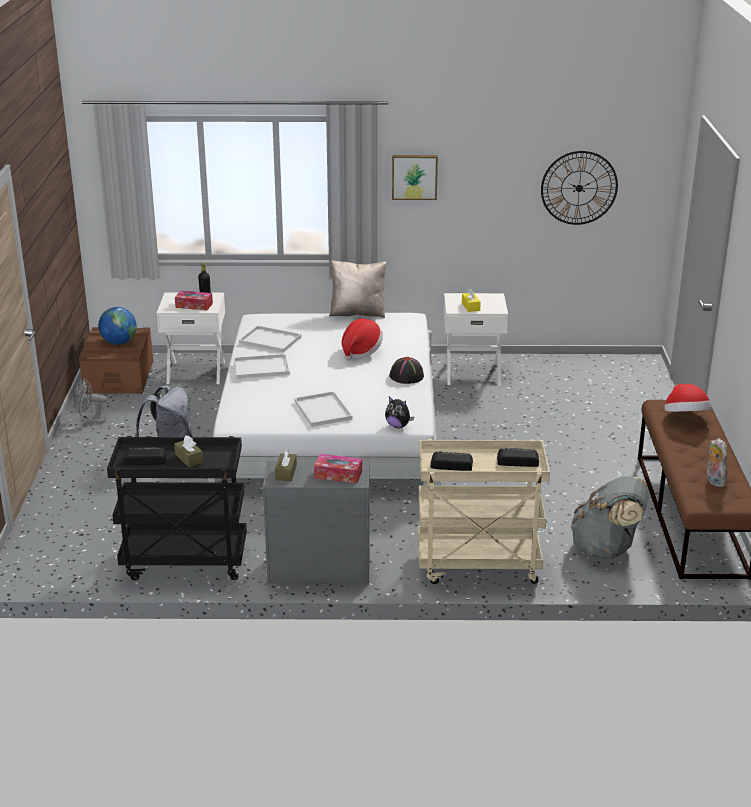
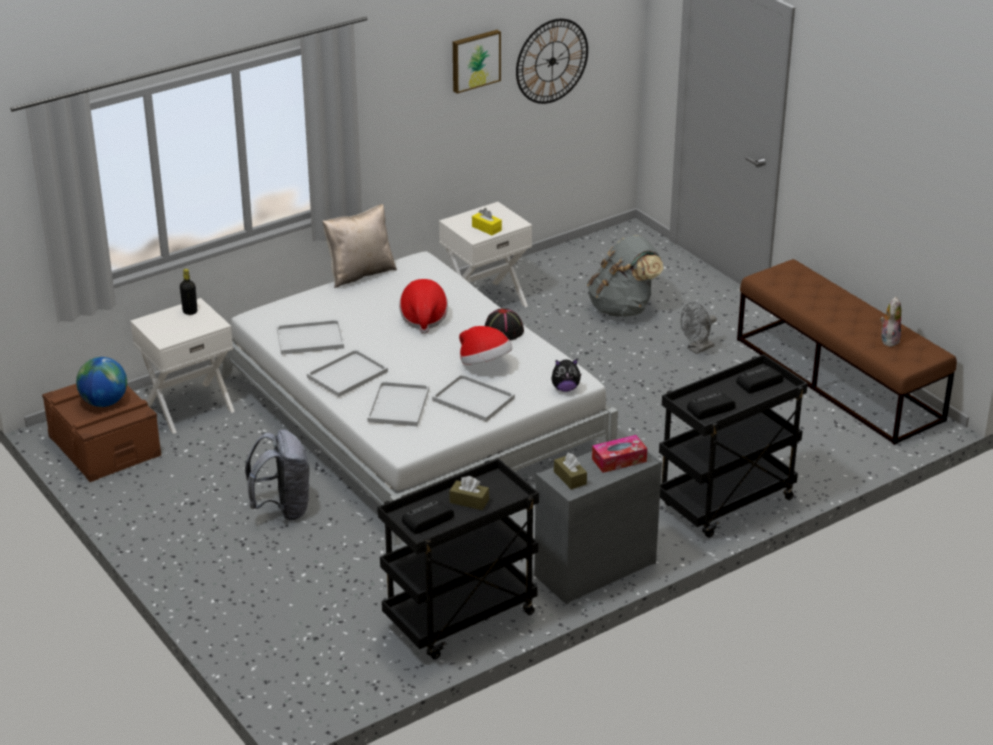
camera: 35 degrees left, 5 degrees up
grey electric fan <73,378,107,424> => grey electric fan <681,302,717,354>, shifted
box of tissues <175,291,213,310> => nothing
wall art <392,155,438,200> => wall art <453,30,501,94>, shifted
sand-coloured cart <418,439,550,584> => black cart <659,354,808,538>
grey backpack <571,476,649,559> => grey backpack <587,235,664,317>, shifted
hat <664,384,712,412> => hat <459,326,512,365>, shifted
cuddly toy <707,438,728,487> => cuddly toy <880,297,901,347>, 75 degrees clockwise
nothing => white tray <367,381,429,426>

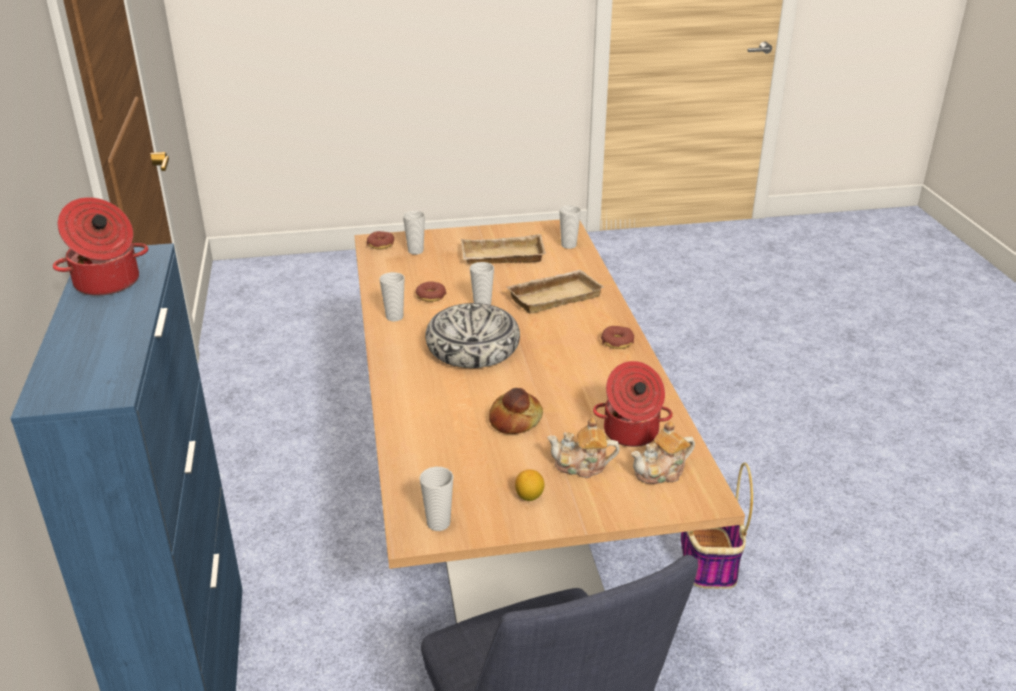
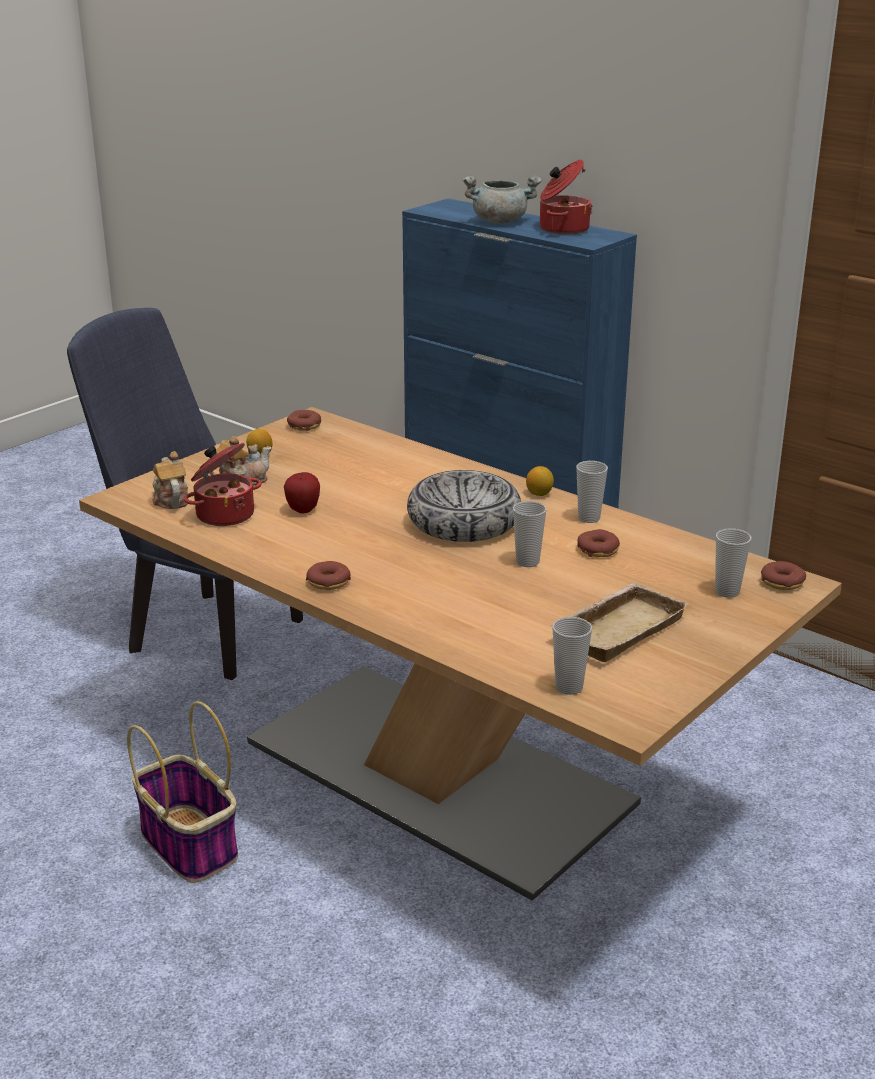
camera: 140 degrees right, 5 degrees down
small cup <419,467,453,531> => donut <287,410,321,431>
bread <489,388,543,434> => nothing
sand-coloured tray <506,270,604,314> => nothing
teapot <631,421,695,484> => teapot <152,451,188,509>, 45 degrees counterclockwise
nothing => apple fruit <284,472,320,514>
nothing => grey stockpot <463,175,542,224>
nothing => citrus fruit <526,466,554,496>

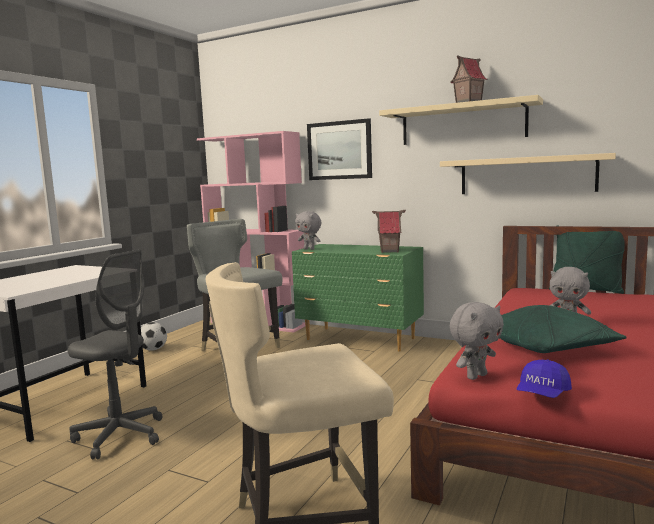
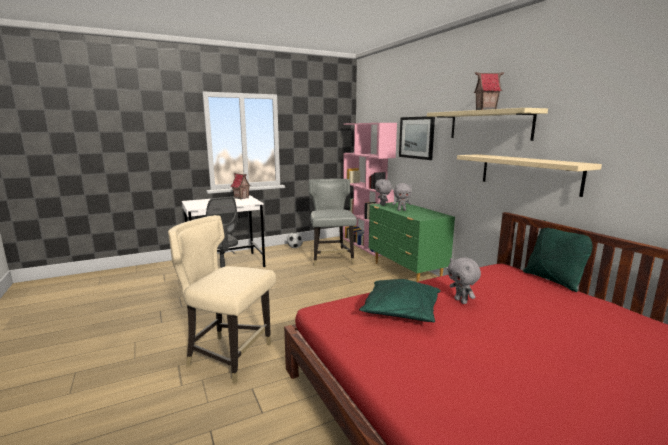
camera: 35 degrees right, 5 degrees up
model house <372,210,406,253> => model house <231,173,251,199>, shifted
grey cuddly toy <450,302,504,380> => grey cuddly toy <392,183,412,211>, shifted
bluish peaked cap <517,360,572,398> => nothing

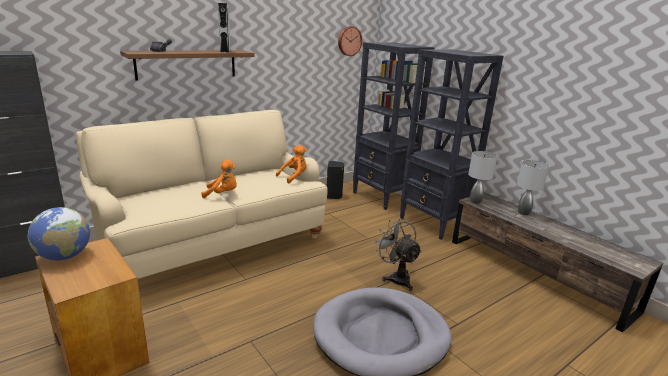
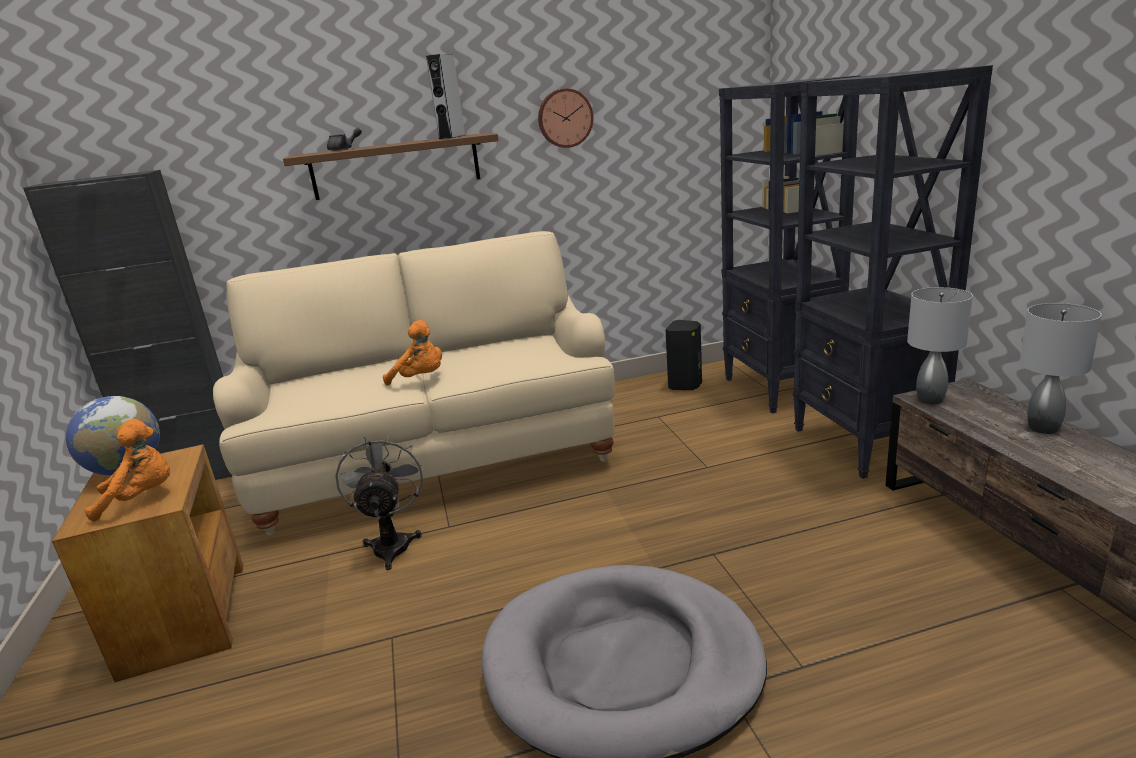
camera: 25 degrees right, 0 degrees up
orange cuddly toy <276,145,307,184> => orange cuddly toy <84,419,170,522>, shifted
clock on the wall <338,26,362,56> => clock on the wall <538,88,593,148>, shifted
grey electric fan <374,218,422,291> => grey electric fan <335,434,423,570>, shifted

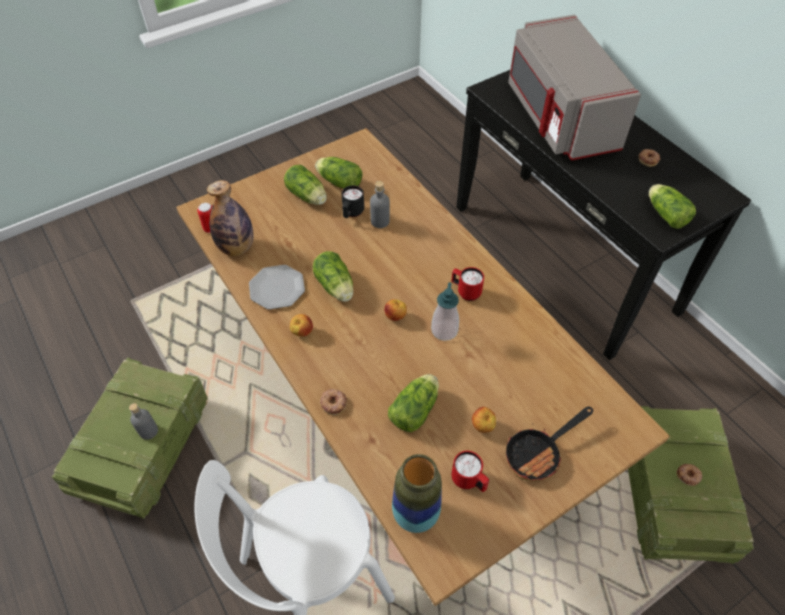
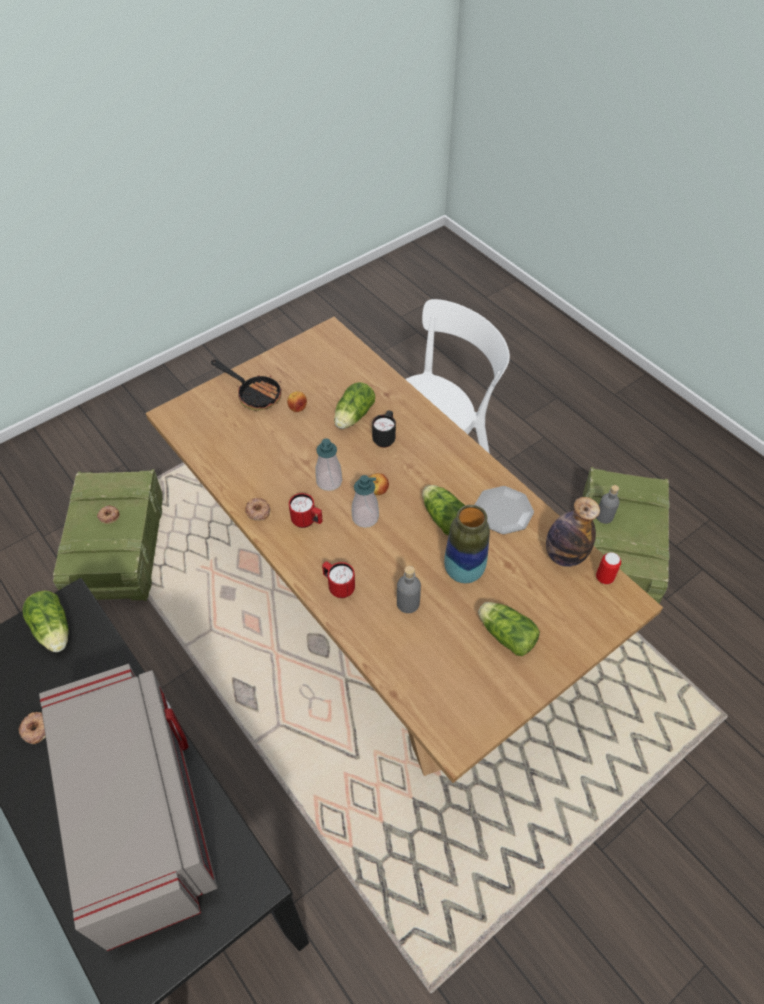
camera: 175 degrees right, 0 degrees up
apple fruit <290,314,313,337> => nothing
head of lettuce <315,157,363,189> => nothing
donut <320,389,347,416> => donut <245,498,270,521>, shifted
black tea mug <341,185,364,218> => black tea mug <372,410,396,448>, shifted
decorative vase <392,454,442,533> => decorative vase <444,505,490,583>, shifted
reddish tea mug <452,451,489,492> => reddish tea mug <322,561,355,598>, shifted
skillet <506,406,593,481> => skillet <211,359,282,411>, 75 degrees clockwise
nothing => soap dispenser <352,475,379,528>

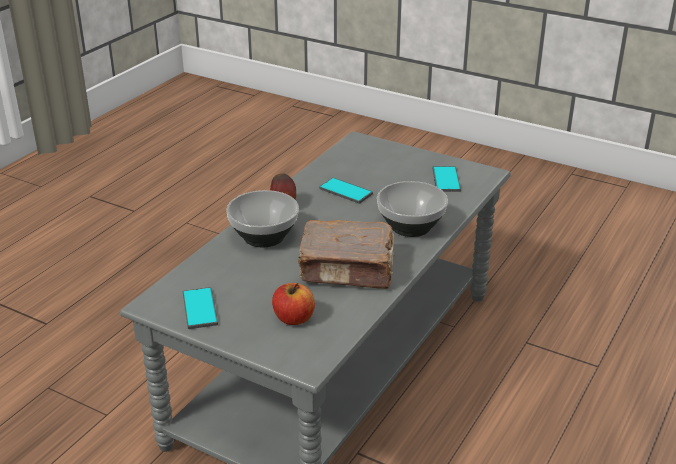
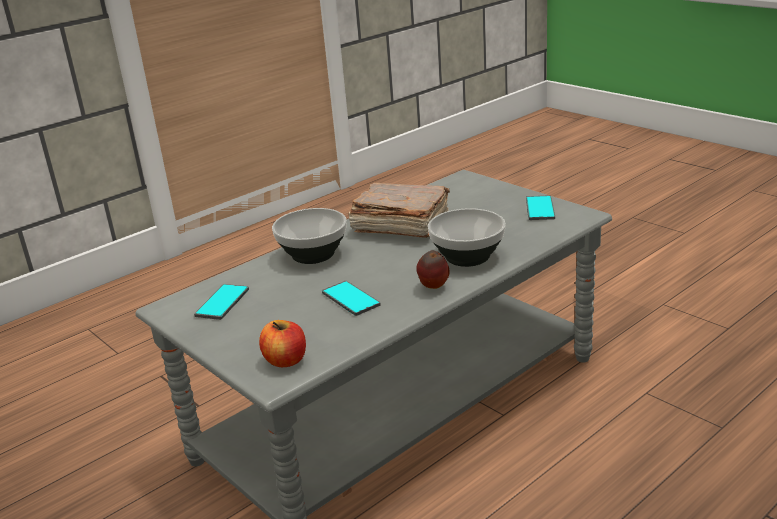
camera: 160 degrees left, 5 degrees down
apple fruit <272,283,315,325> => apple fruit <259,320,306,367>, shifted

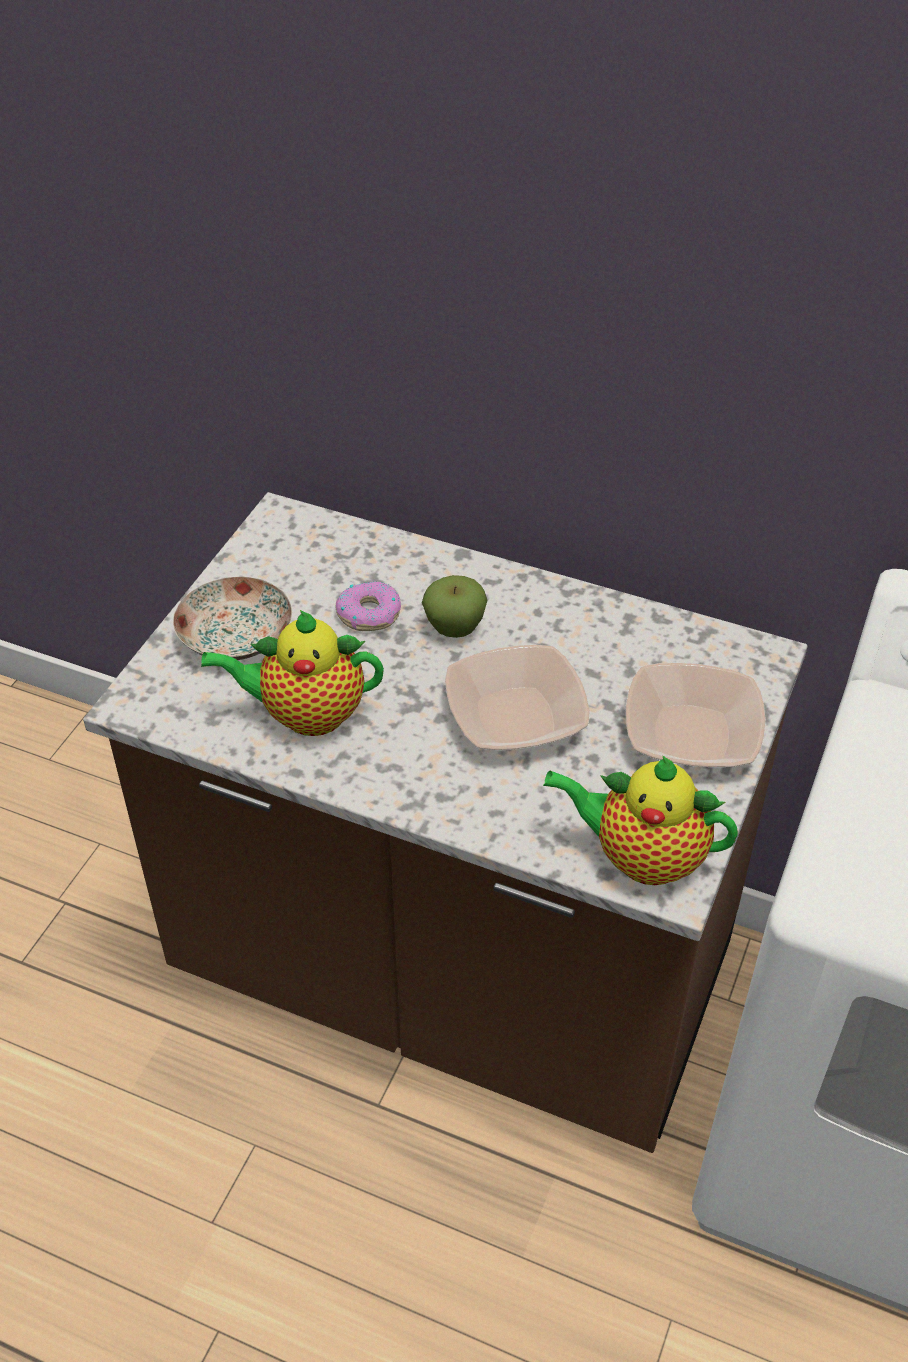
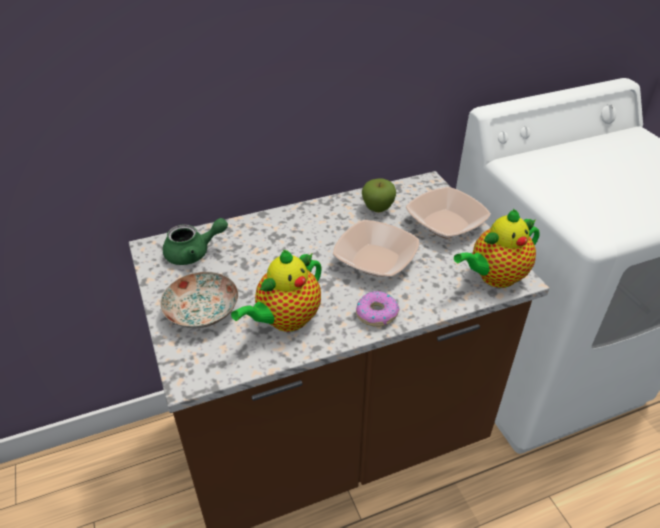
camera: 45 degrees left, 5 degrees down
donut <335,581,401,631> => donut <356,291,400,327>, shifted
apple fruit <422,575,488,638> => apple fruit <362,179,396,212>, shifted
nothing => green-coloured teapot <163,218,228,265>

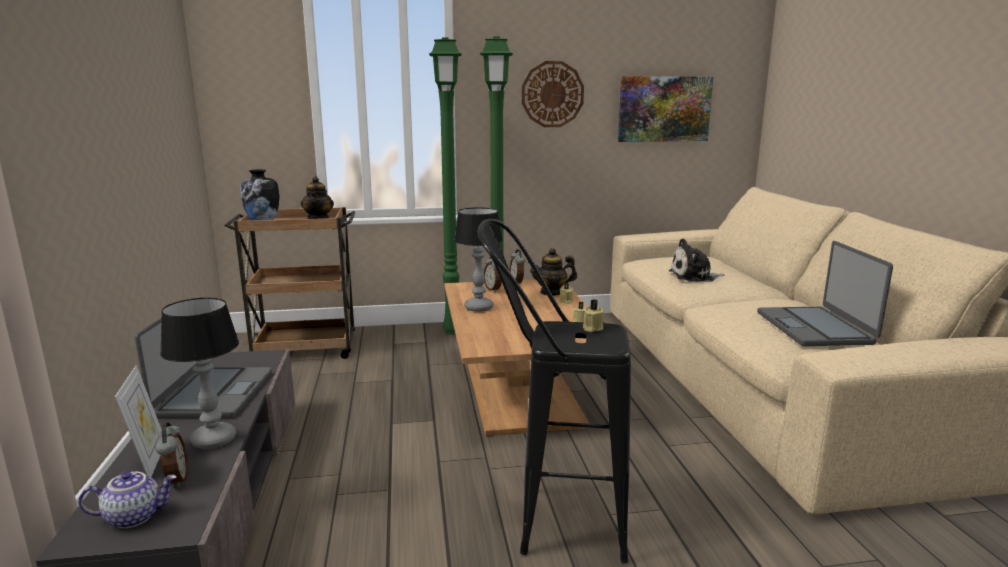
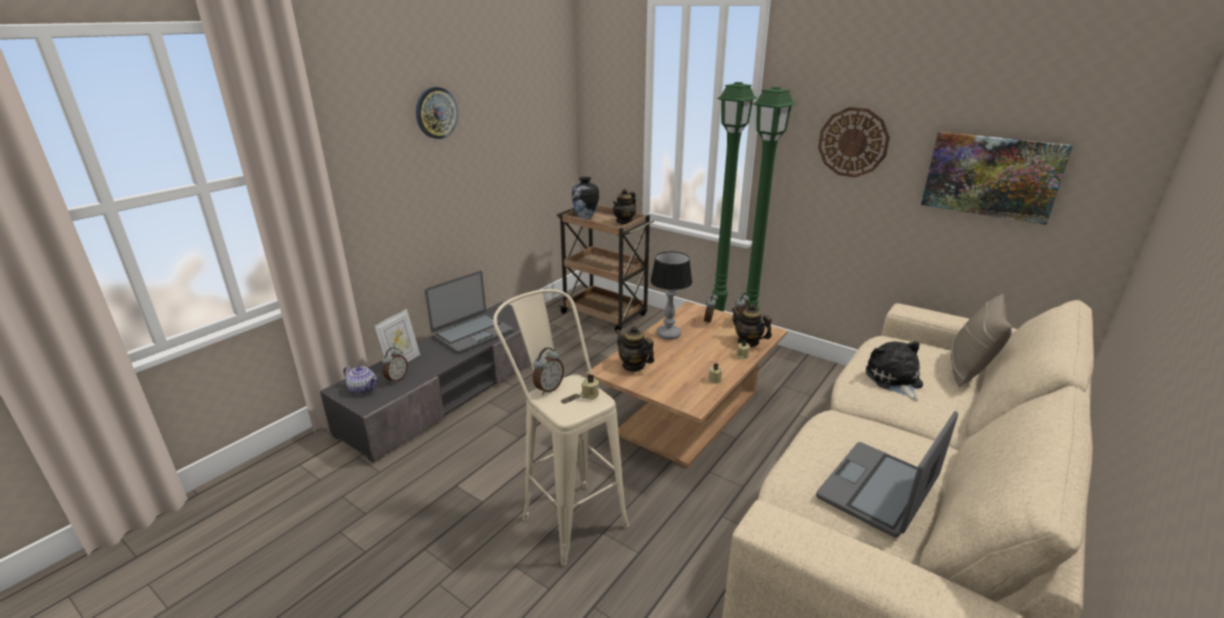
camera: 45 degrees right, 10 degrees up
lamp for a table <160,298,239,449> => nothing
black sitting stool <478,219,631,563> => sand-coloured sitting stool <493,289,629,566>
cuddly toy <669,238,724,282> => cuddly toy <866,341,923,401>, 45 degrees clockwise
nothing => clock on the wall <416,87,458,139>
nothing => table clock <533,347,564,395>
nothing => teapot <616,326,654,372>
nothing => sand-coloured pillow <951,294,1012,387>

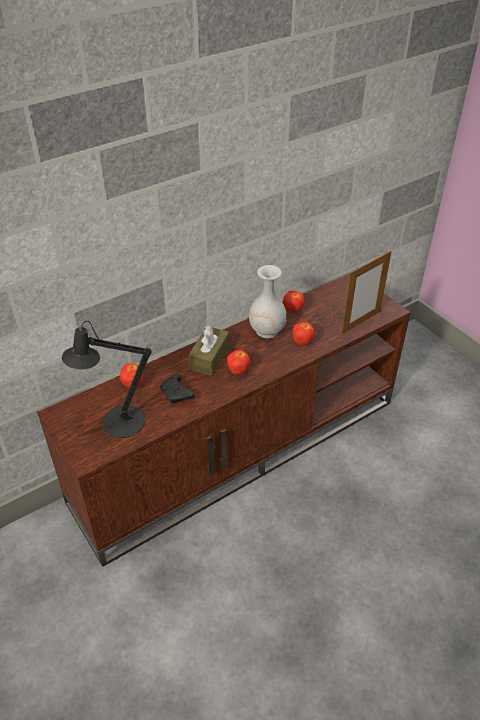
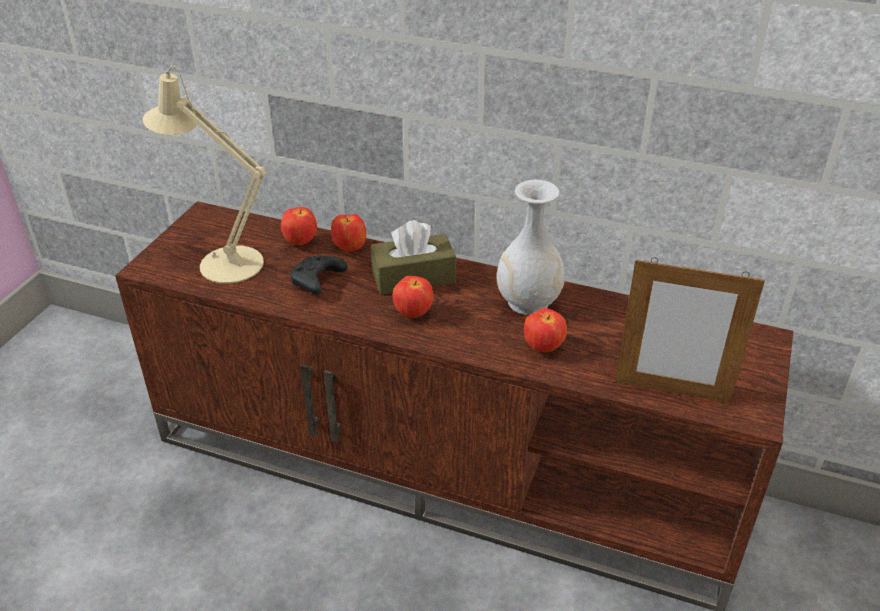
camera: 55 degrees right, 5 degrees down
black lamp for a table <62,321,152,438> => sand-coloured lamp for a table <143,66,266,284>
apple fruit <283,291,304,313> => apple fruit <331,214,366,252>, shifted

